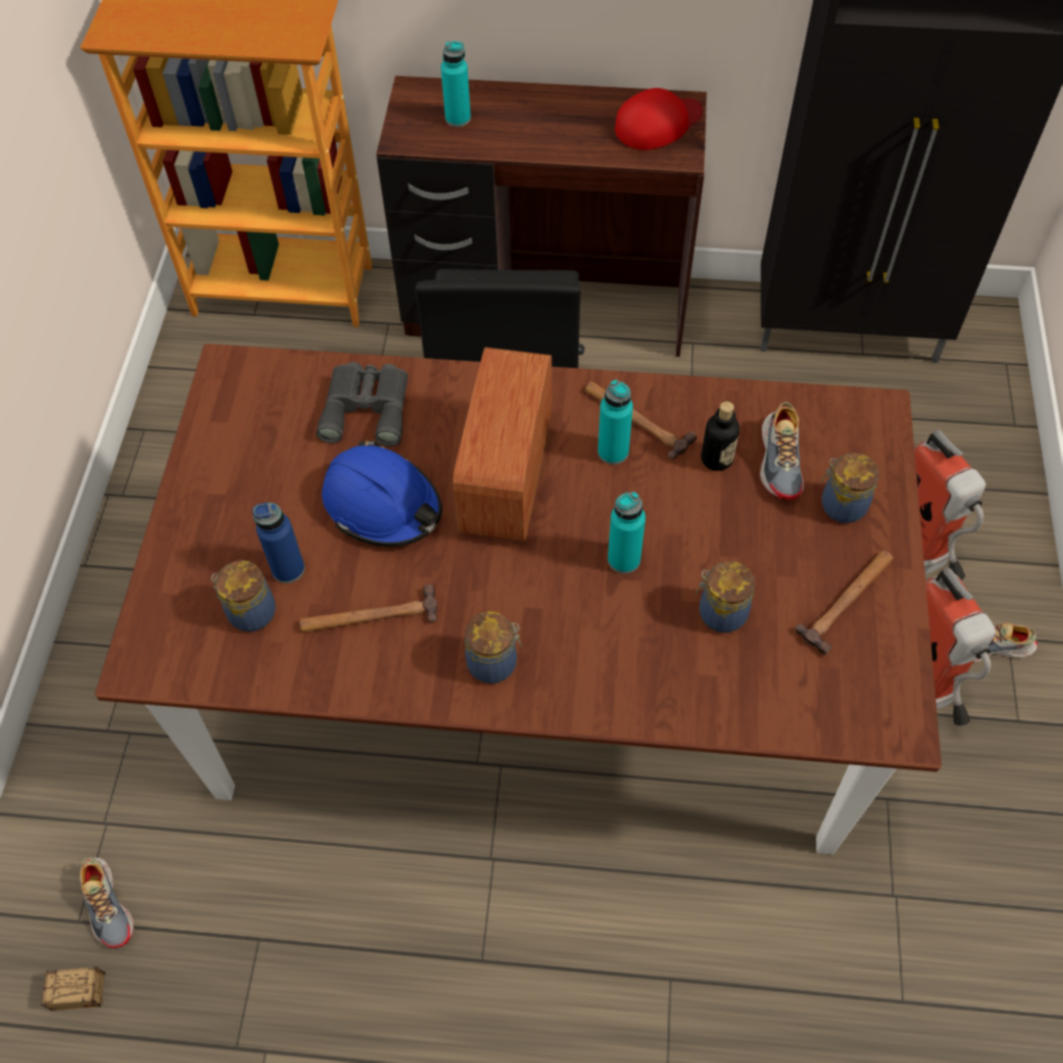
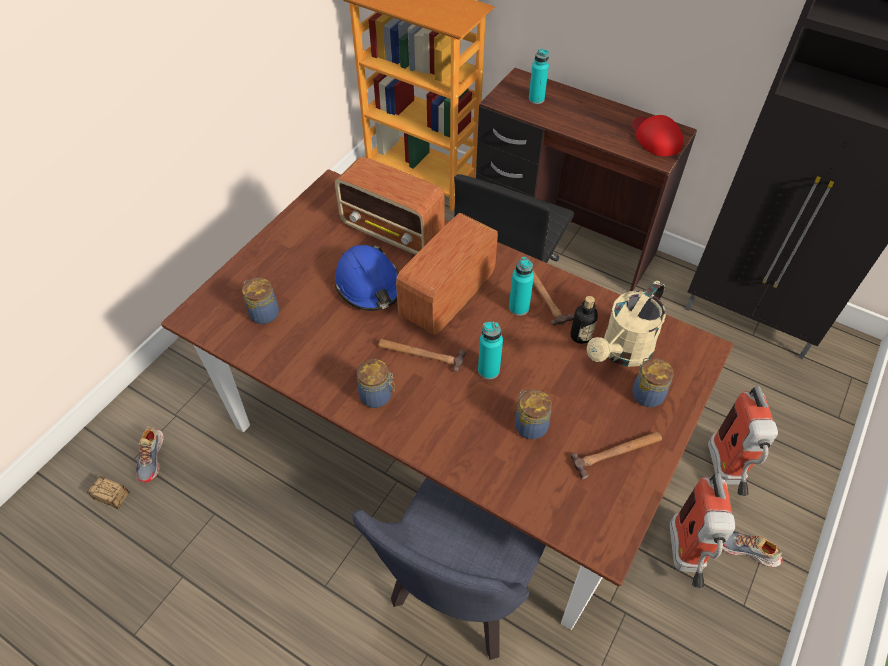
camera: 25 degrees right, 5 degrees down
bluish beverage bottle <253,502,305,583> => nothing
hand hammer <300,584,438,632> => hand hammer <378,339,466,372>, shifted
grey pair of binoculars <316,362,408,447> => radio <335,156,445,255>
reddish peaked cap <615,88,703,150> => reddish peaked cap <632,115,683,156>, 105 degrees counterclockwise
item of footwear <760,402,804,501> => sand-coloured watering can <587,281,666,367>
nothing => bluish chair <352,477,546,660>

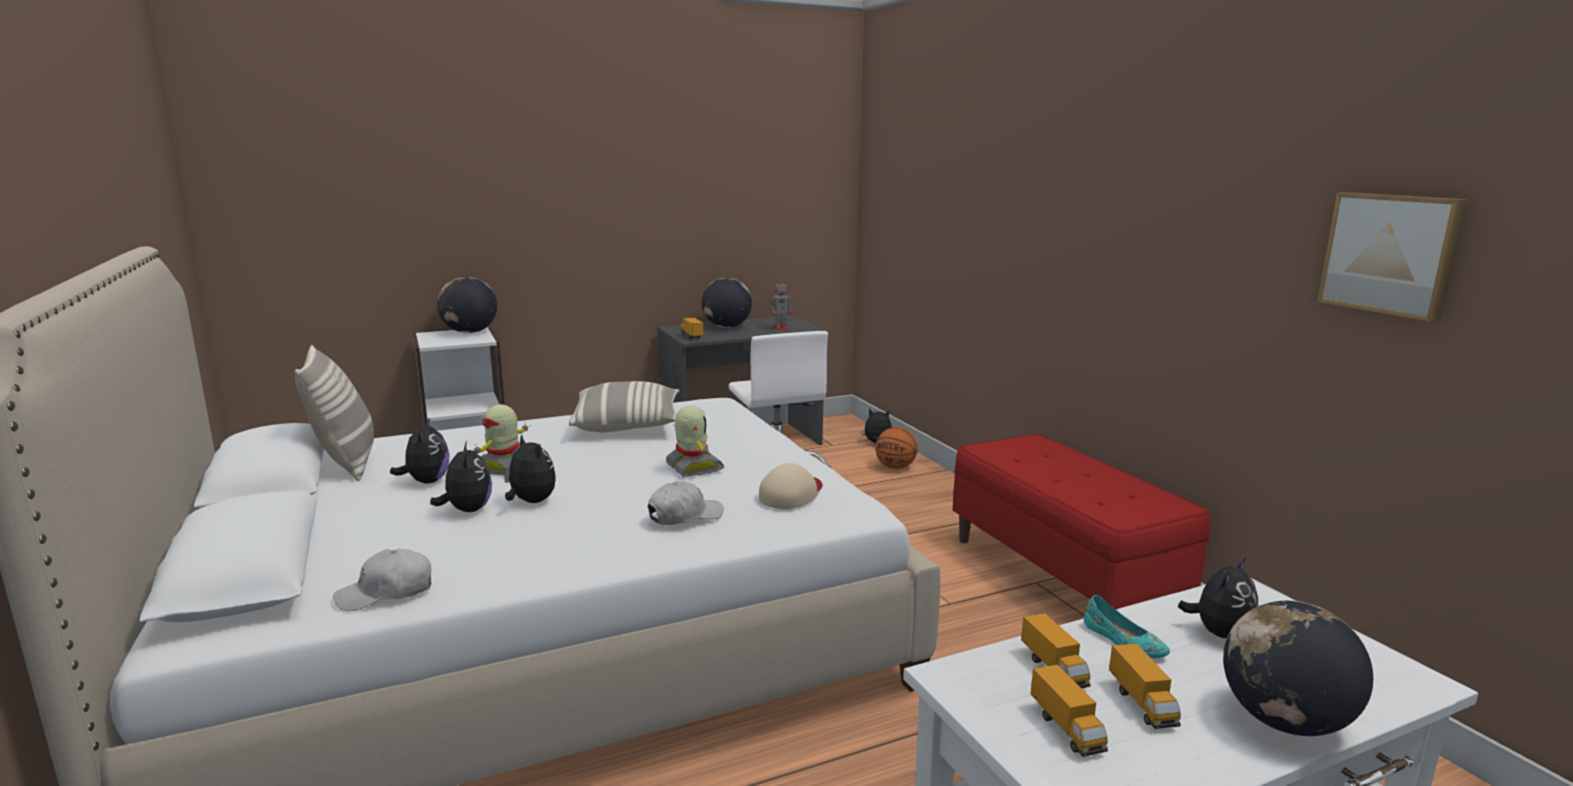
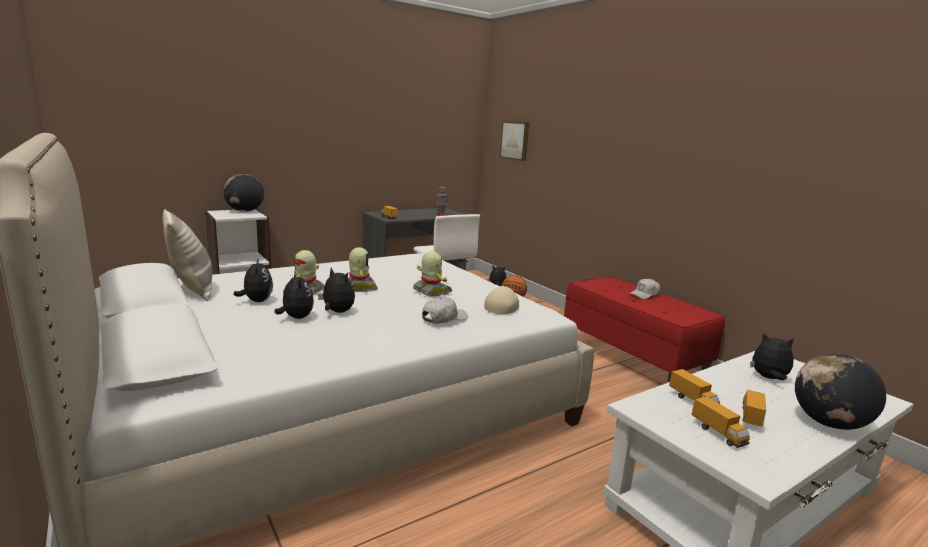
camera: 10 degrees left, 0 degrees up
white peaked cap <333,549,431,611> => white peaked cap <629,279,660,299>, shifted
pillow <569,381,680,432> => nothing
desk globe <702,277,752,328> => nothing
turquoise-coloured item of footwear <1084,595,1170,658> => nothing
toy lorry <1109,643,1181,729> => toy lorry <743,390,766,427>, 135 degrees counterclockwise
cuddly toy <1178,558,1258,638> => cuddly toy <750,333,794,380>, 105 degrees counterclockwise
wall art <1317,192,1467,322> => wall art <500,121,529,161>, shifted
nothing => robot figure <348,247,378,292>

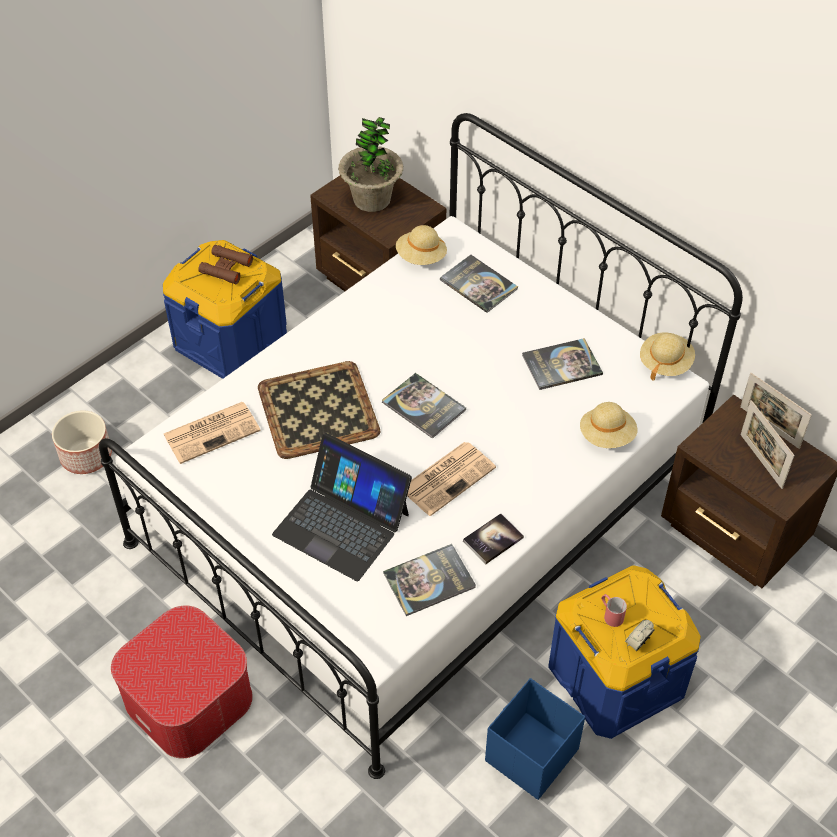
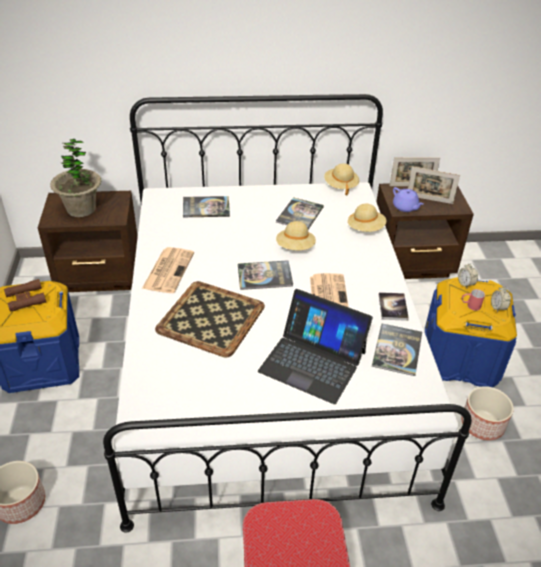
camera: 50 degrees left, 10 degrees down
printed paper <164,402,261,464> => printed paper <142,247,194,293>, shifted
laptop <272,433,412,581> => laptop <258,289,373,404>, 45 degrees clockwise
sand-coloured hat <396,225,447,265> => sand-coloured hat <276,221,316,250>, shifted
bluish storage box <485,678,585,800> => planter <461,386,514,440>
nothing => purple-coloured teapot <393,187,424,212>
nothing => table clock <458,263,478,288>

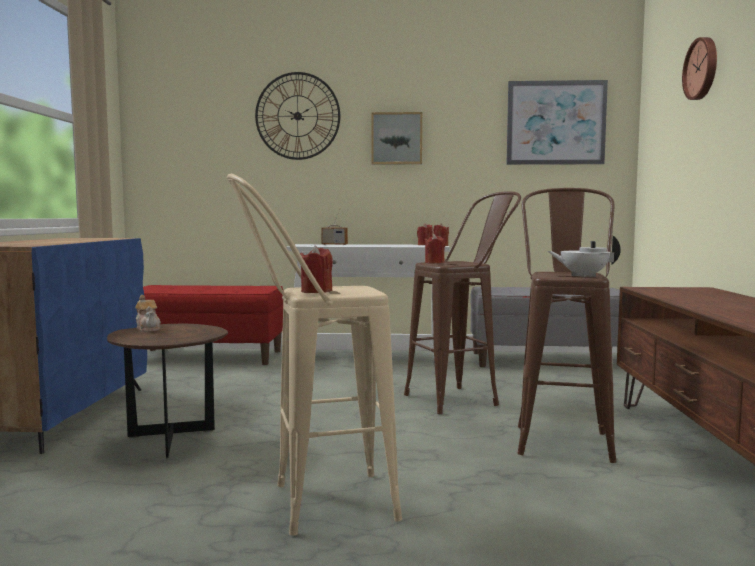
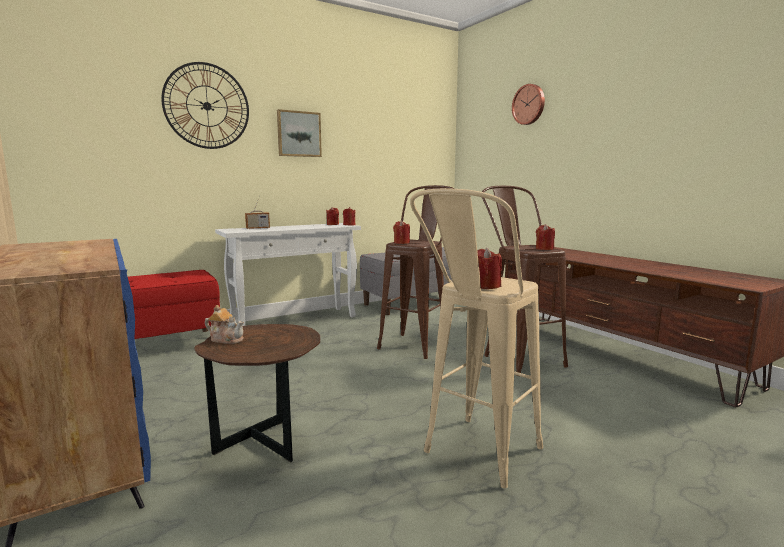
camera: 35 degrees left, 5 degrees up
wall art <507,80,608,165> => nothing
white teapot <548,236,621,277> => reddish candle <536,224,555,250>

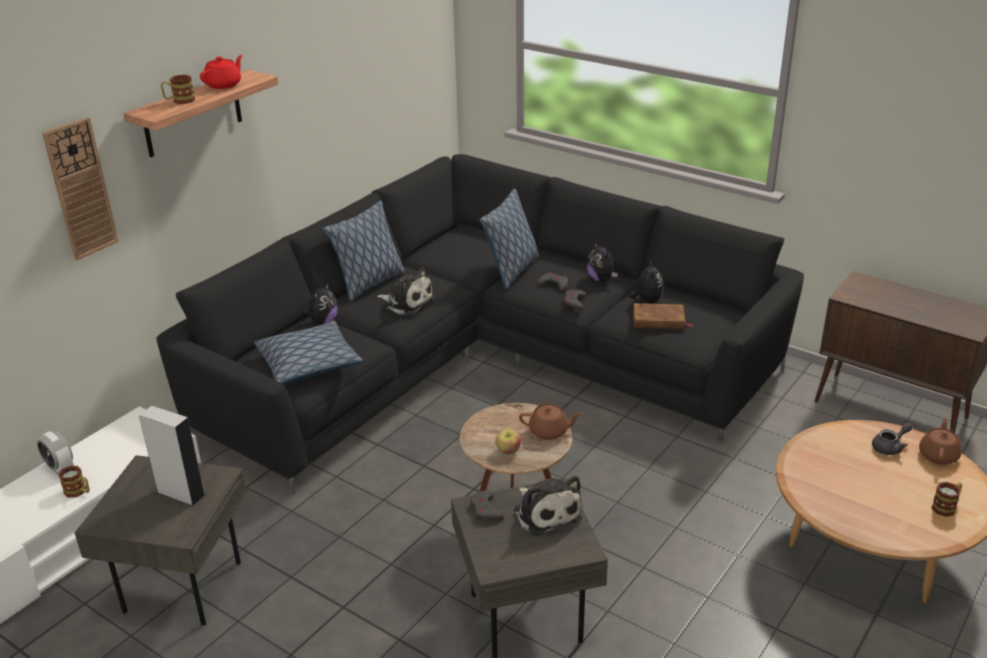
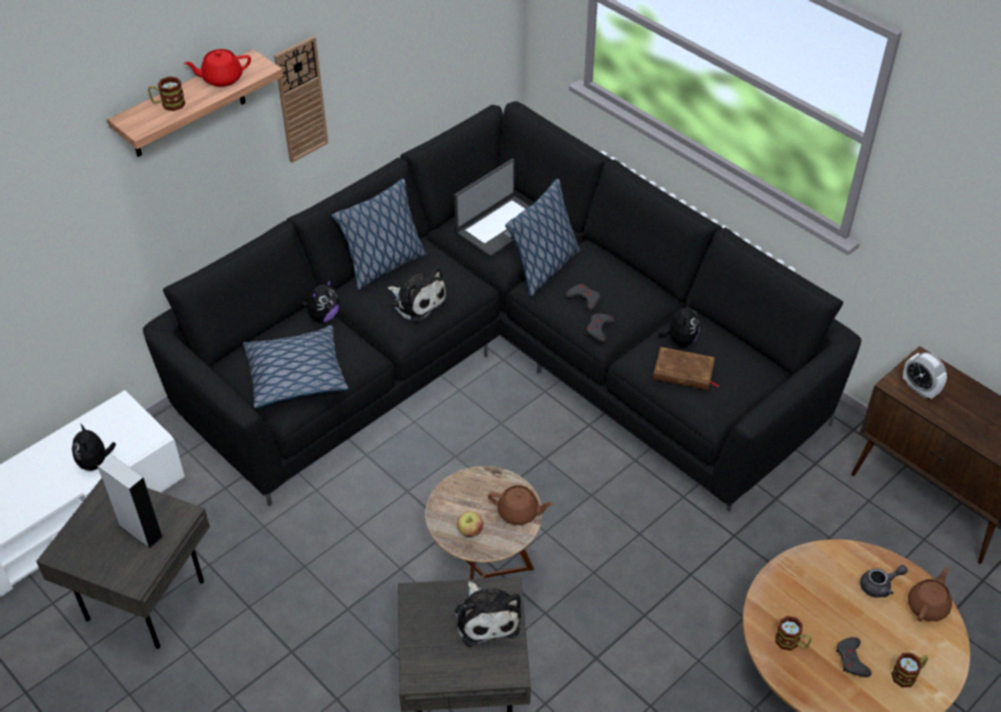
camera: 10 degrees right, 15 degrees up
table clock <37,431,74,474> => table clock <903,352,947,399>, shifted
clock on the wall <42,117,119,261> => clock on the wall <274,36,328,163>, shifted
tea mug <58,466,90,497> => tea mug <775,616,811,651>, shifted
reddish teapot <200,55,243,89> => reddish teapot <184,49,251,87>, 150 degrees counterclockwise
grey game controller <470,490,504,521> => grey game controller <836,637,872,677>, shifted
cuddly toy <587,241,618,282> => cuddly toy <72,423,116,471>, shifted
nothing => laptop <454,159,530,257>

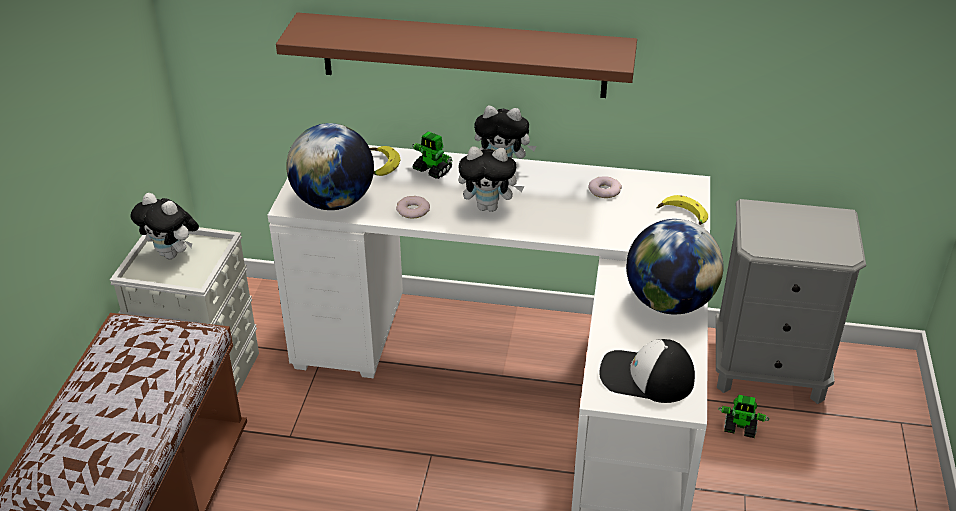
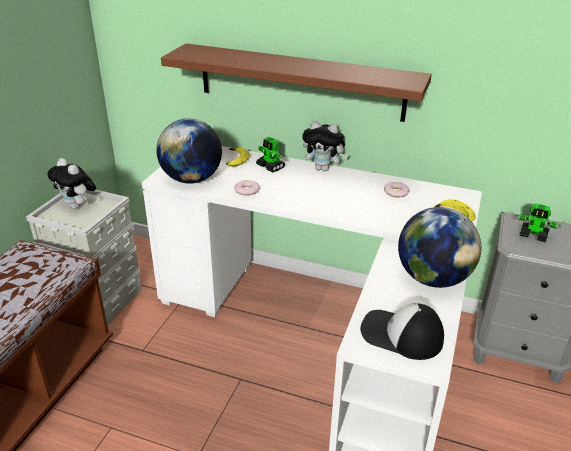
camera: 10 degrees right, 5 degrees down
cuddly toy <458,147,524,212> => nothing
robot figure <718,395,769,438> => robot figure <515,203,561,243>, shifted

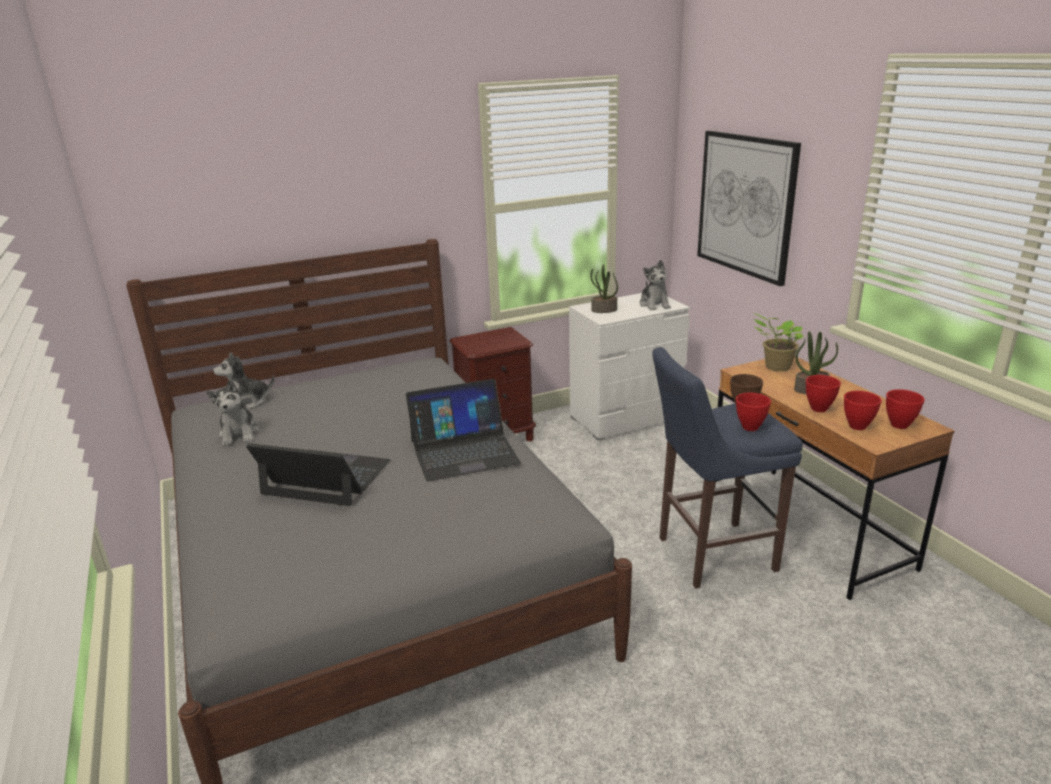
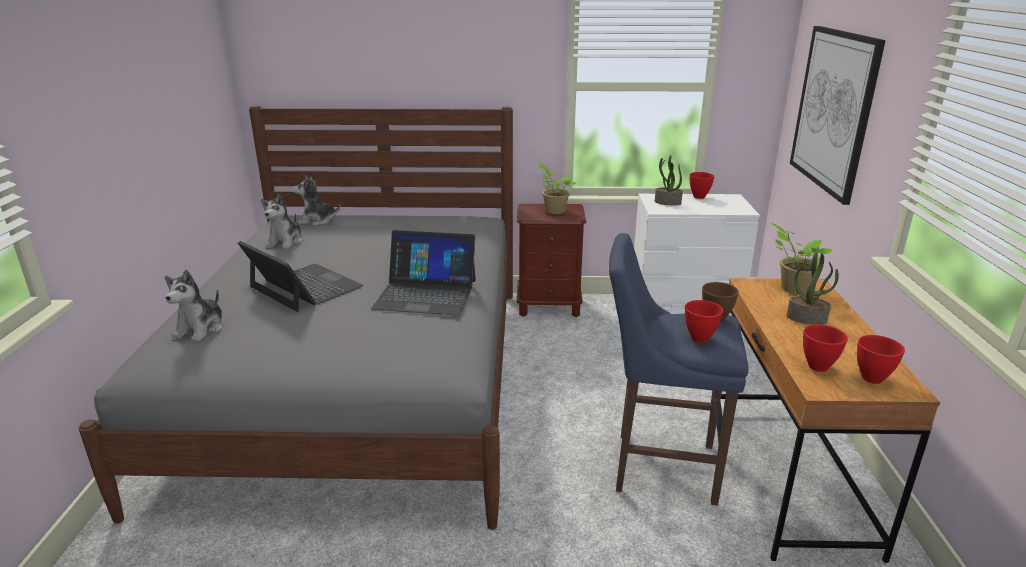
camera: 25 degrees right, 0 degrees up
cuddly toy <640,260,671,311> => cuddly toy <165,270,224,342>, shifted
reddish deep dish <806,375,841,412> => reddish deep dish <690,172,714,199>, shifted
nothing => potted plant <538,162,576,214>

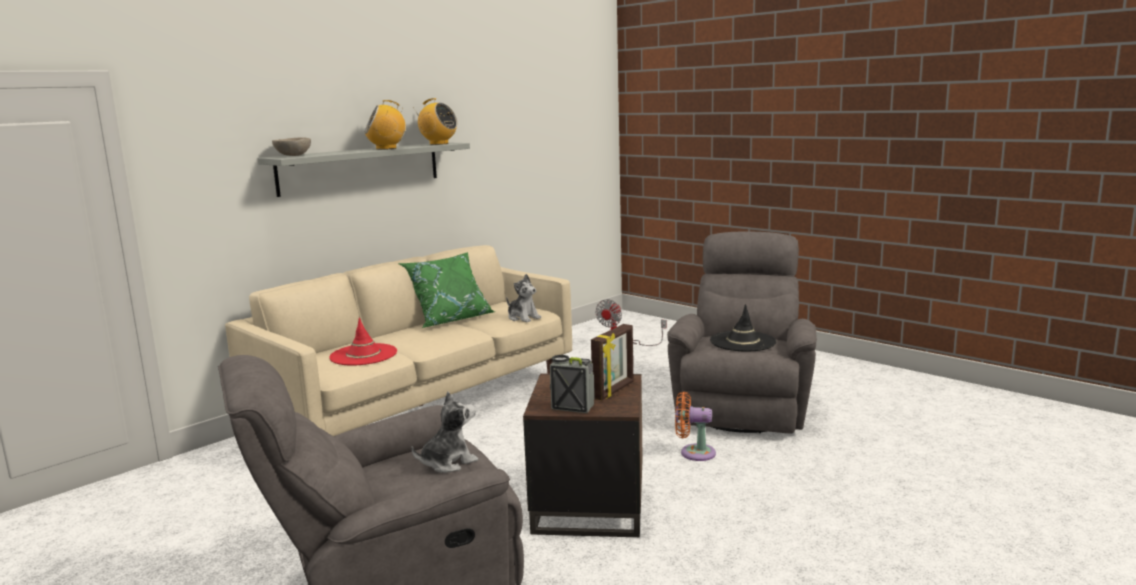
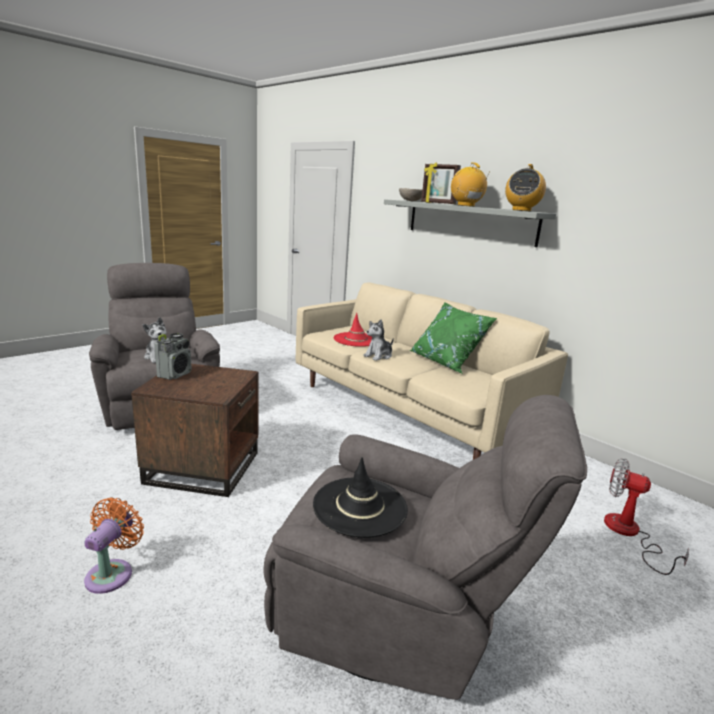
camera: 90 degrees right, 5 degrees up
cuddly toy <506,274,541,322> => cuddly toy <363,319,394,361>, shifted
standing frame <591,324,633,400> => standing frame <421,163,461,204>, shifted
orange electric fan <675,391,716,461> => orange electric fan <84,497,144,594>, shifted

